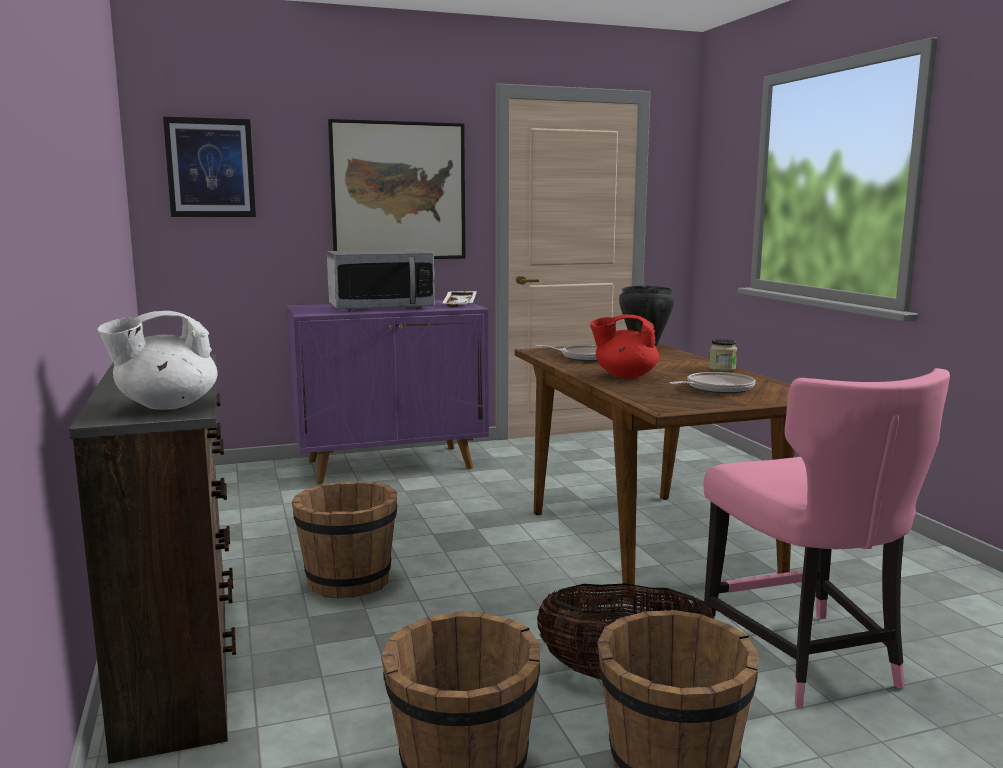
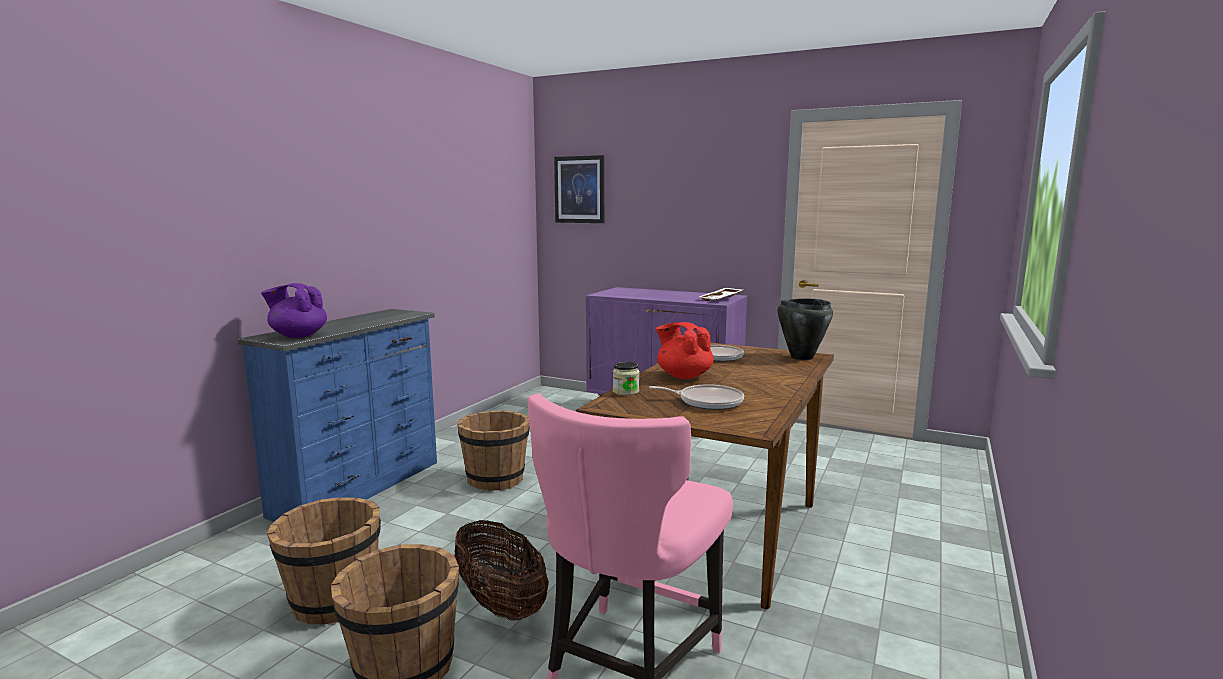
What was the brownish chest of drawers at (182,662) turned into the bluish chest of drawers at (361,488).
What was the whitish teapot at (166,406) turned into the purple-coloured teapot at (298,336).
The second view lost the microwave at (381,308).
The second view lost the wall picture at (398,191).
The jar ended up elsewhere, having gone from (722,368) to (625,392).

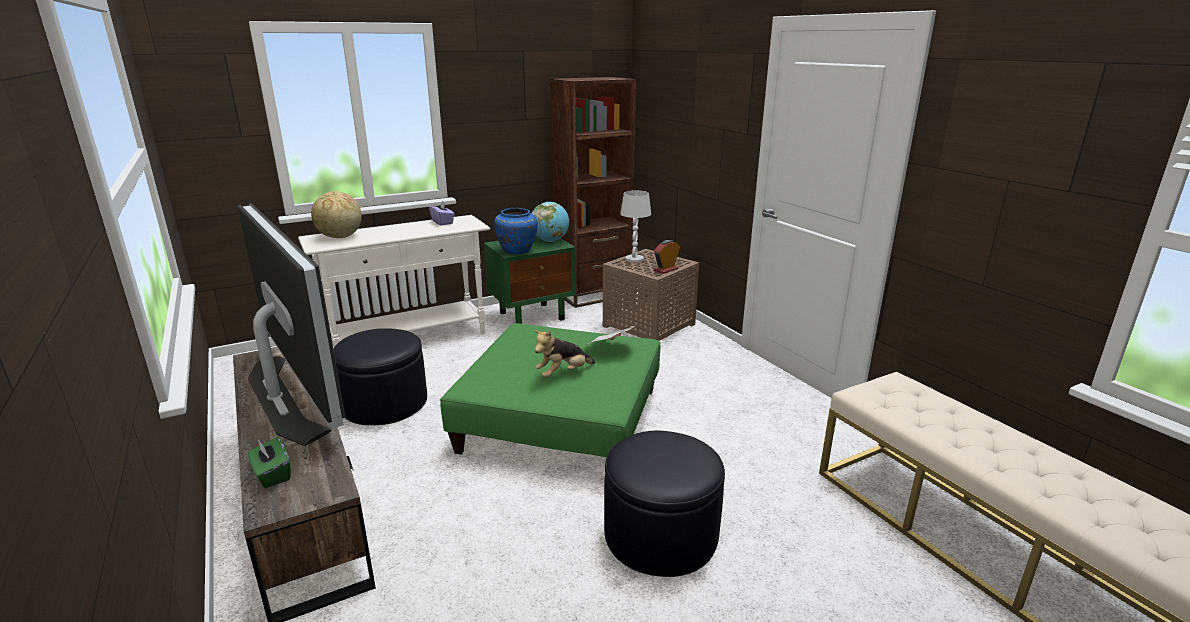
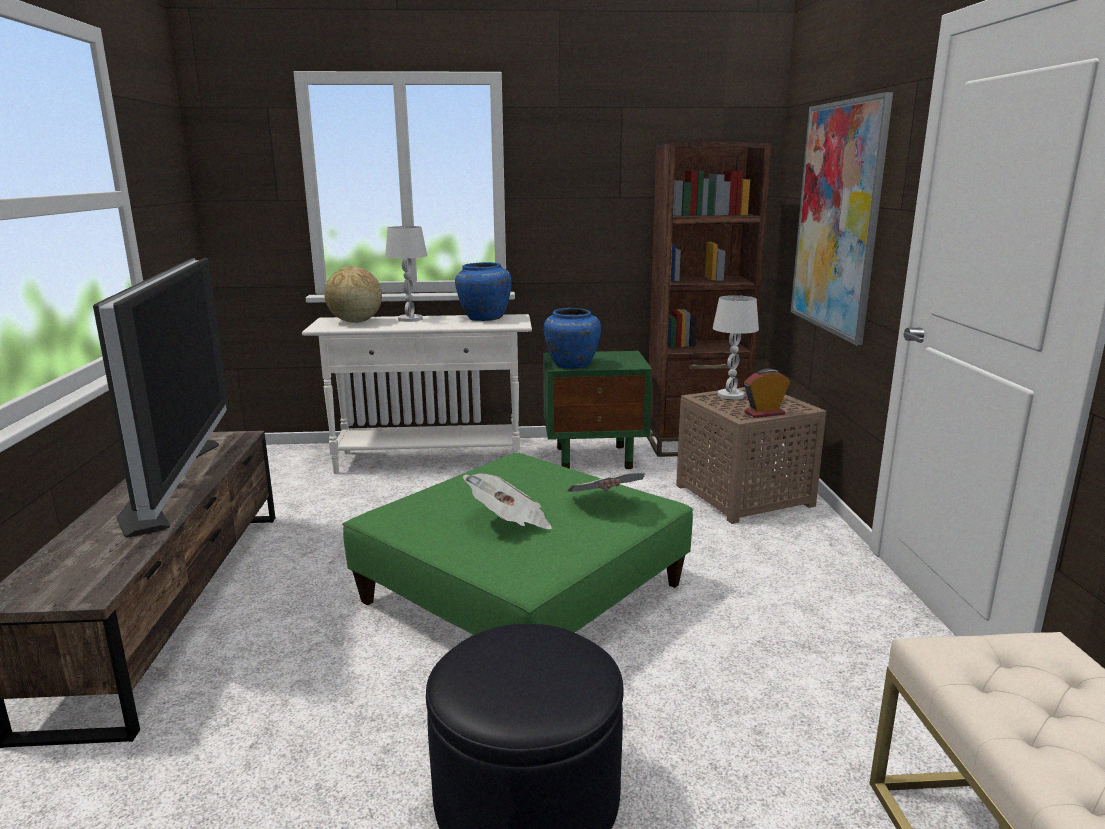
The second view lost the greenish box of tissues at (272,475).
The second view lost the black-coloured footrest at (384,403).
Where the purple-coloured box of tissues stood at (443,222), the bluish decorative vase came to stand at (483,318).
The second view lost the globe at (550,241).
Where the cuddly toy stood at (563,373), the printed paper came to stand at (509,522).
The second view gained the whitish tabletop lamp at (410,319).
The second view gained the wall picture at (837,218).

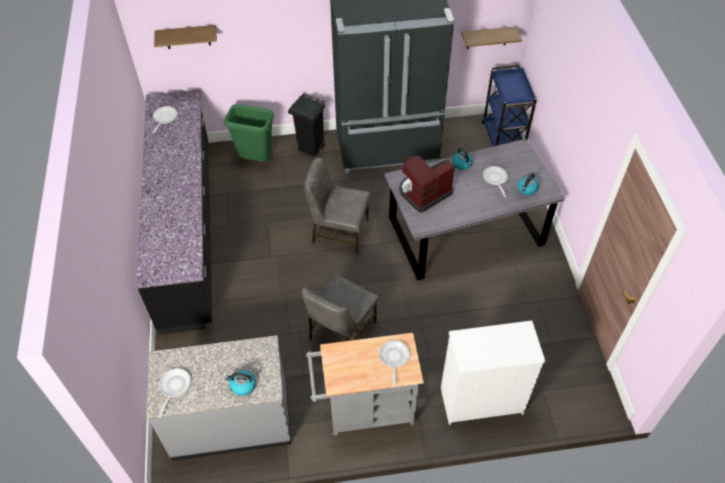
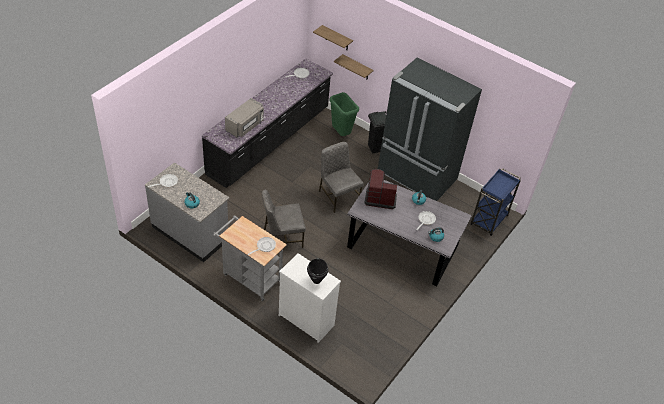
The shelf ended up elsewhere, having gone from (487,37) to (357,67).
The second view gained the greyish microwave at (245,126).
The second view gained the black-coloured stockpot at (316,280).

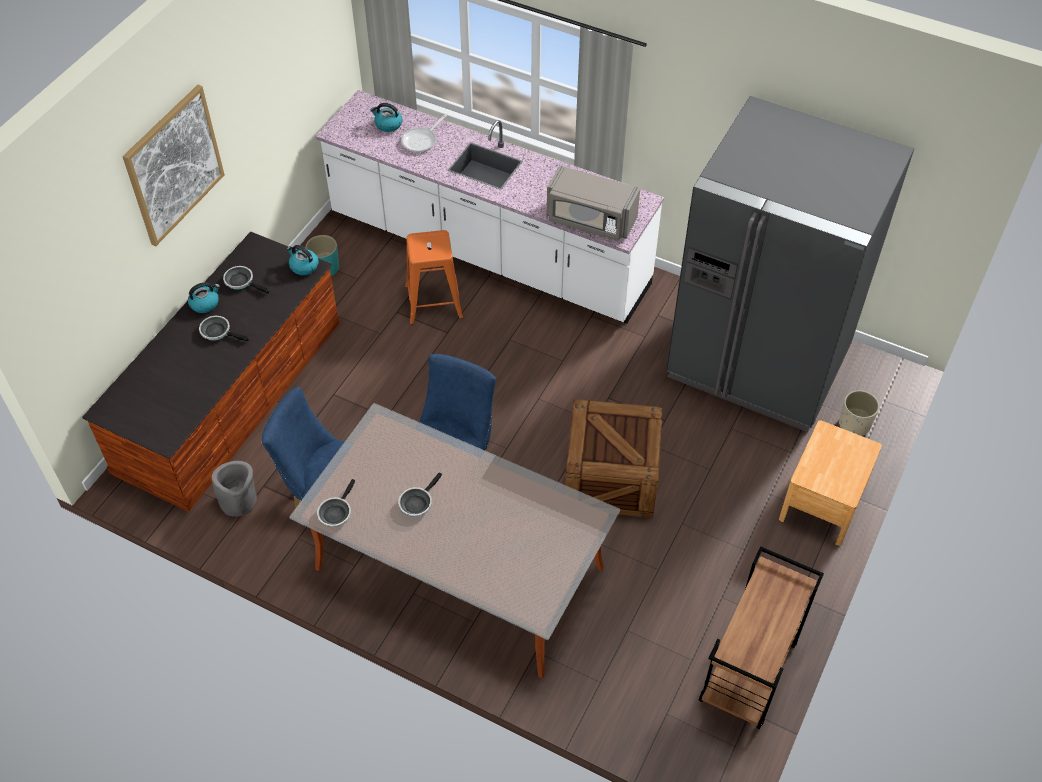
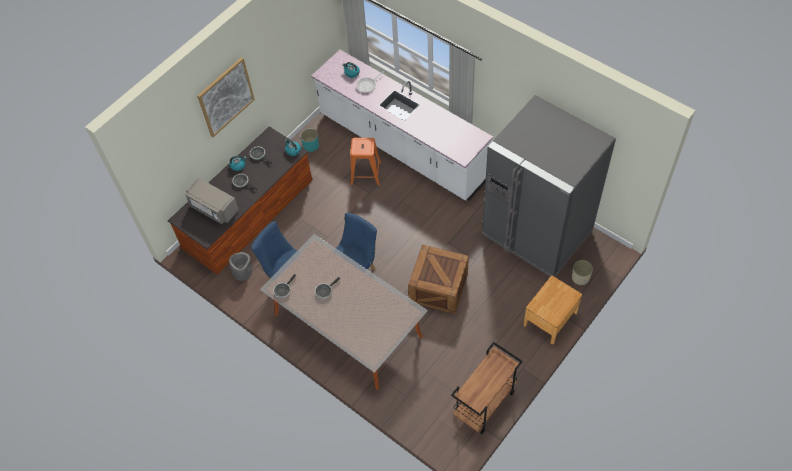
The greyish microwave ended up elsewhere, having gone from (590,220) to (214,208).

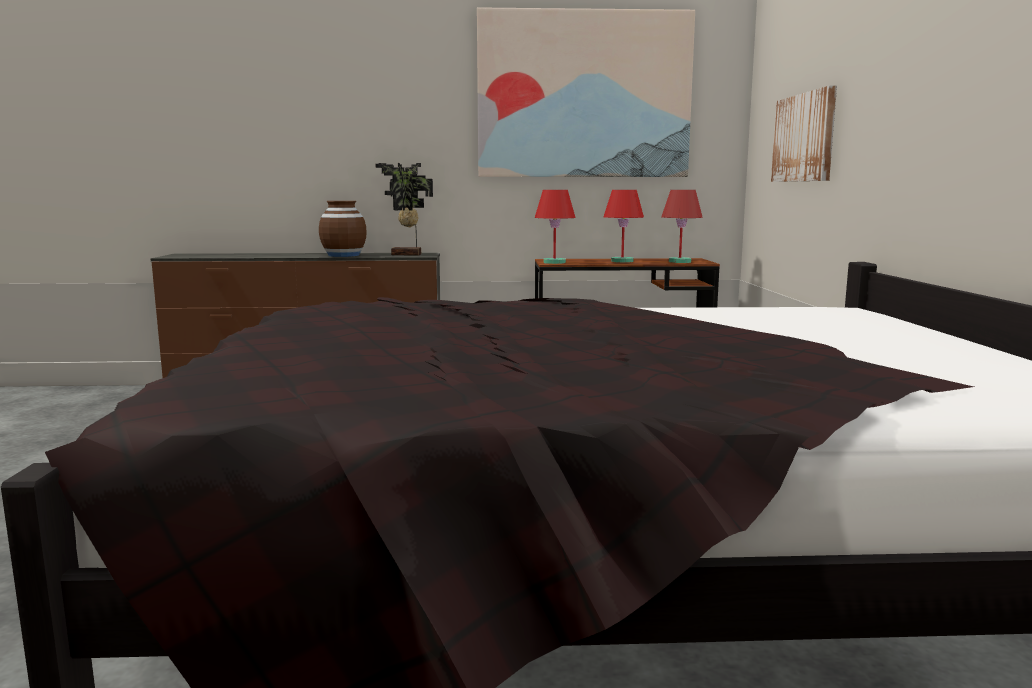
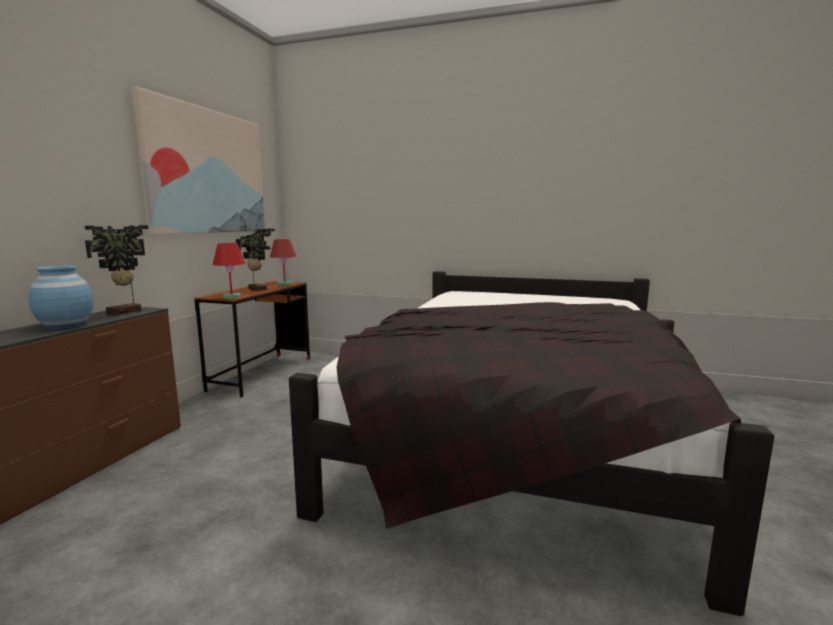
What was the brownish decorative vase at (344,255) turned into the bluish decorative vase at (66,325).
Where the red-coloured tabletop lamp stood at (622,261), the potted plant came to stand at (258,289).
The second view lost the wall picture at (804,138).

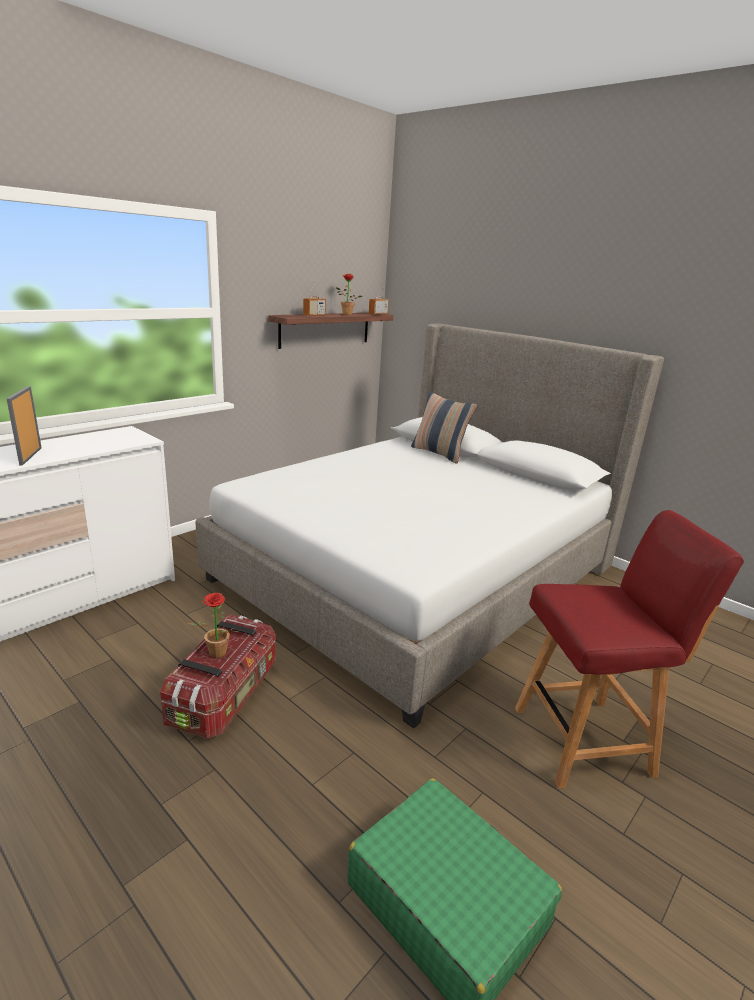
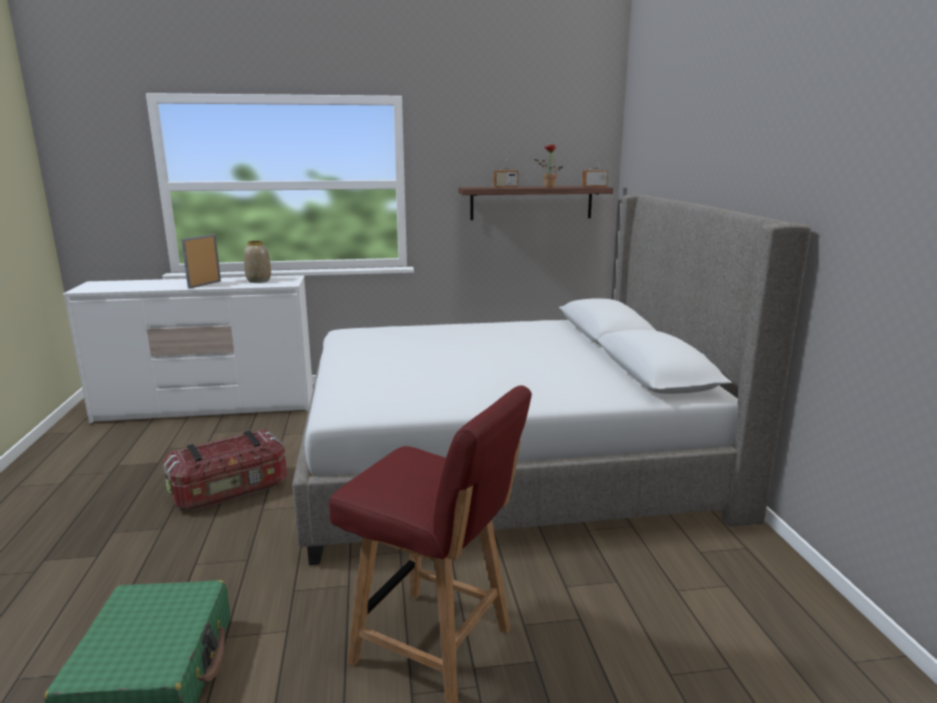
The second view lost the potted plant at (214,655).
The second view lost the throw pillow at (439,453).
The second view gained the decorative vase at (258,281).

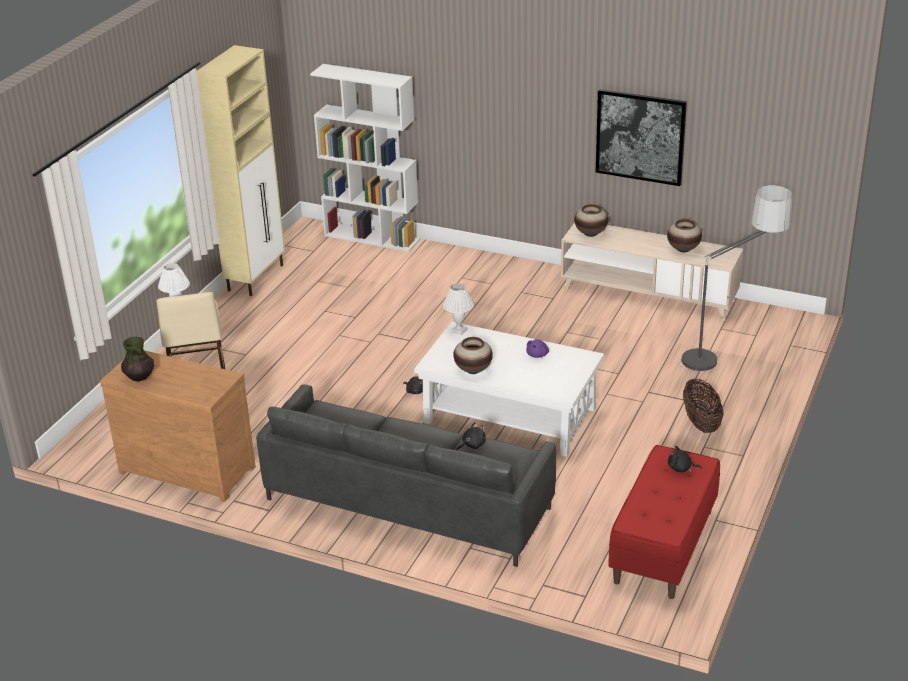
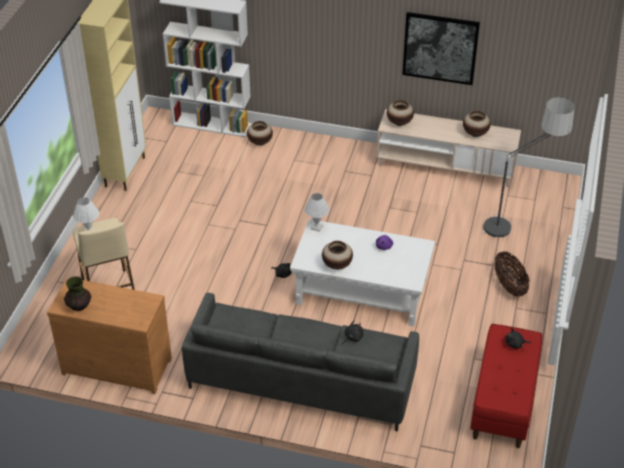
The second view gained the decorative vase at (260,142).

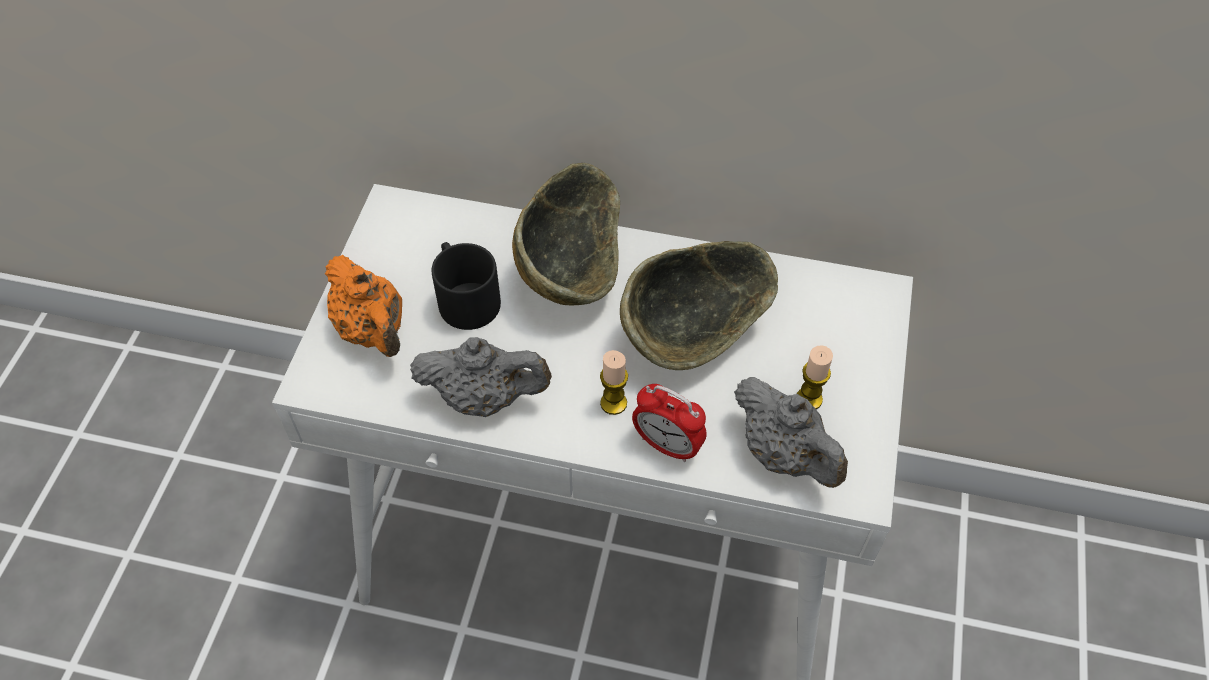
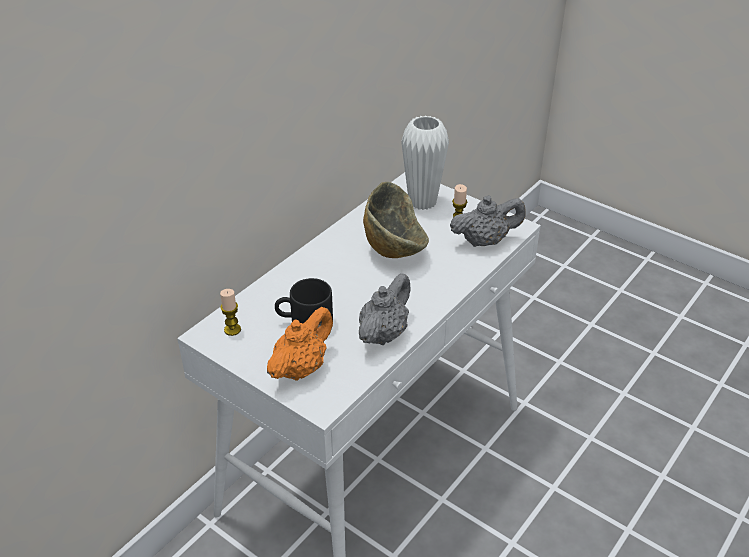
The orange-coloured teapot at (373,331) ended up facing another way, 45 degrees counterclockwise from before.
The second view lost the bowl at (571,273).
The wax light ended up elsewhere, having gone from (613,403) to (232,329).
The second view lost the table clock at (667,445).
The second view gained the whitish decorative vase at (422,202).

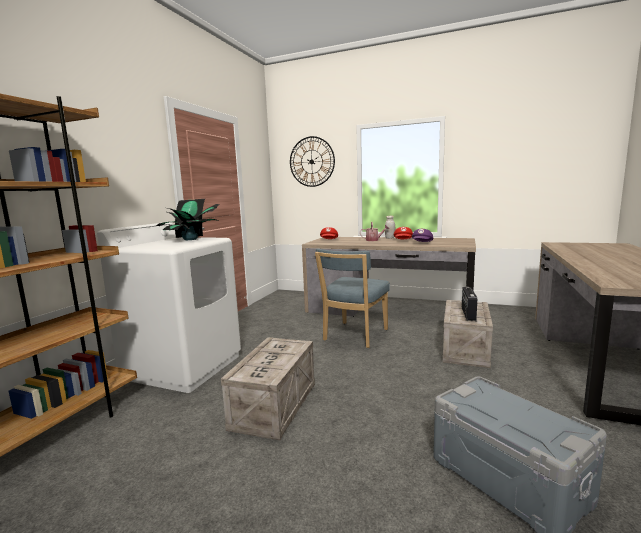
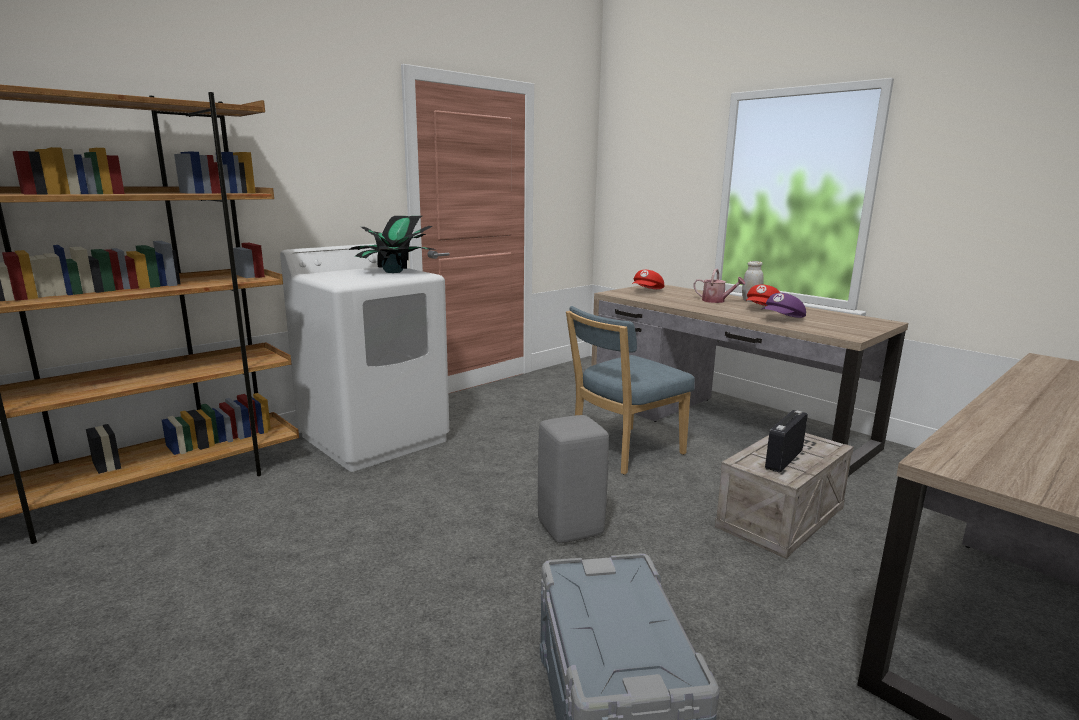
The second view lost the shipping crate at (274,404).
The second view lost the wall clock at (311,161).
The second view gained the greyish stool seat at (570,528).

